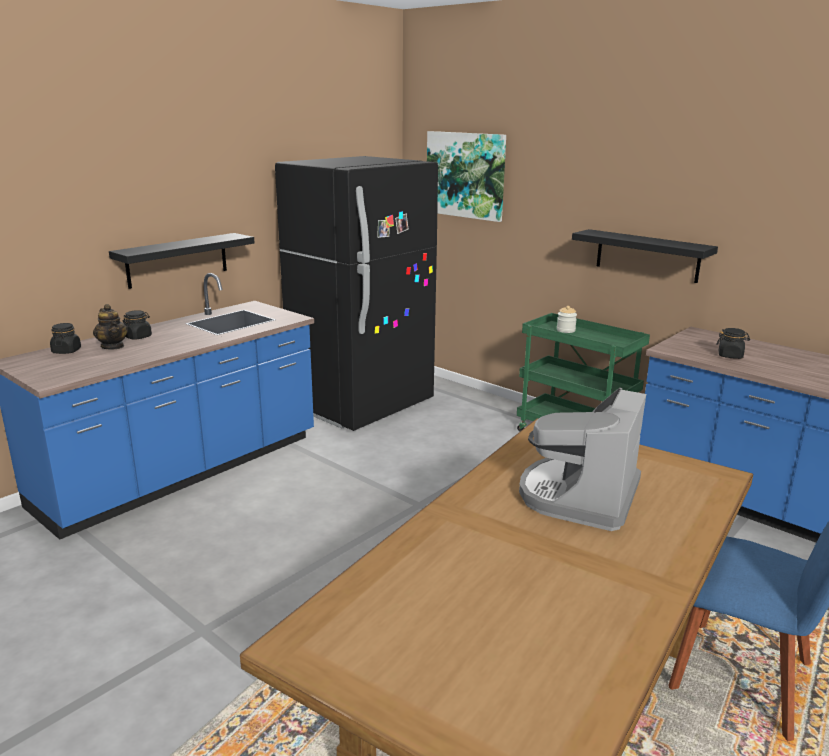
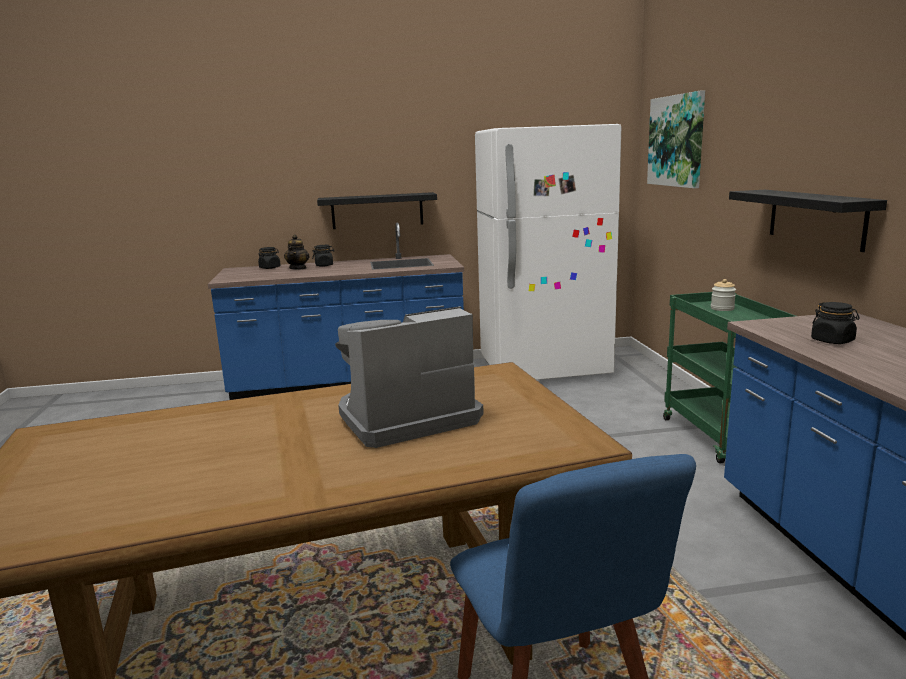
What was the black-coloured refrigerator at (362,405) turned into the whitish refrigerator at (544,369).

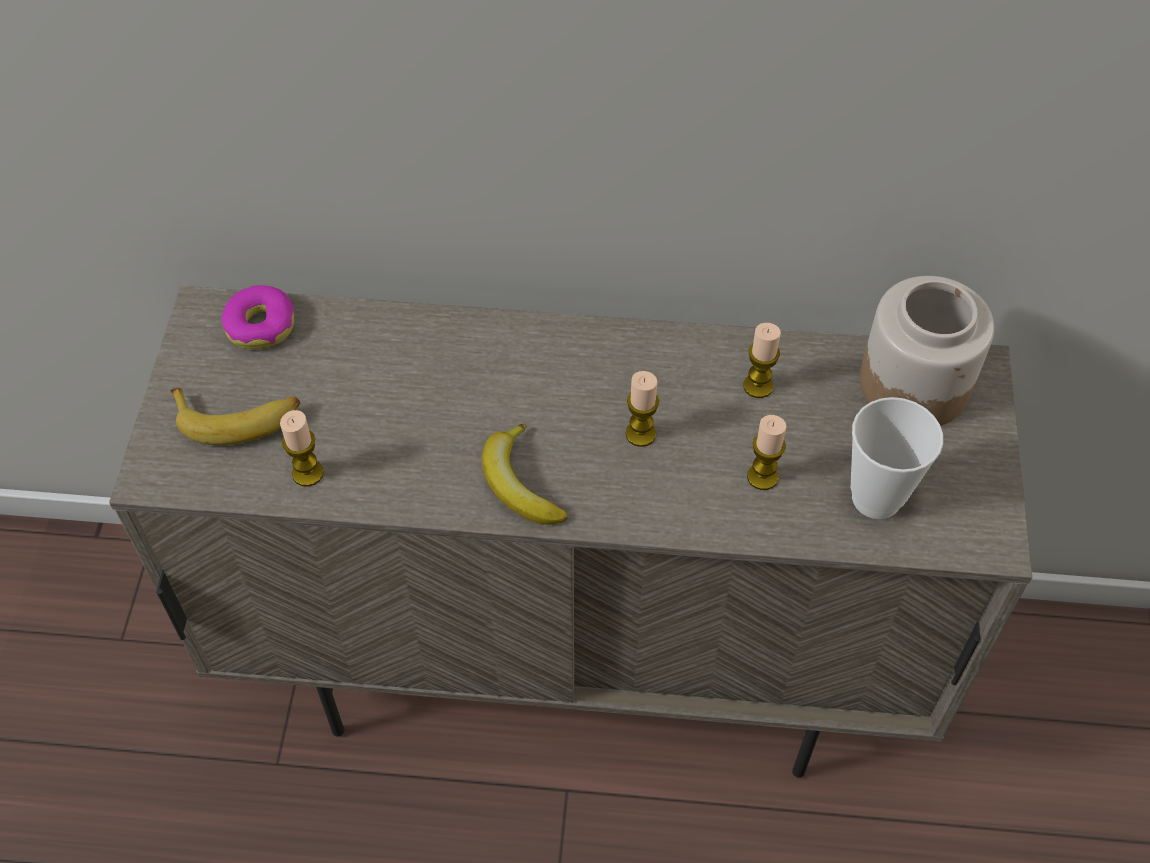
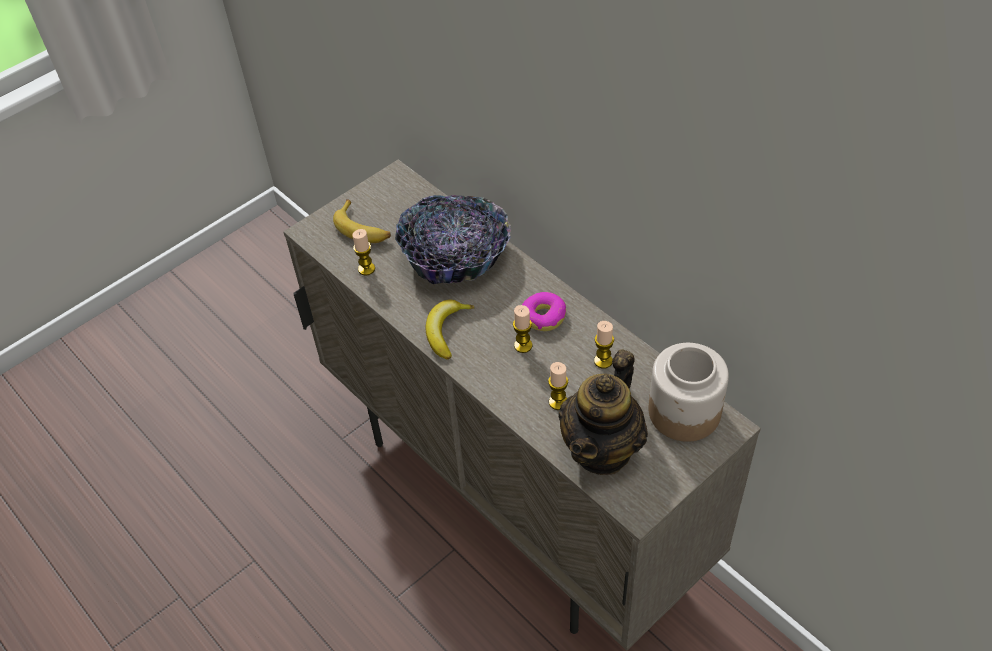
The ring doughnut ended up elsewhere, having gone from (261,325) to (544,316).
Where the small cup stood at (876,498), the teapot came to stand at (602,449).
The second view gained the bowl at (455,256).

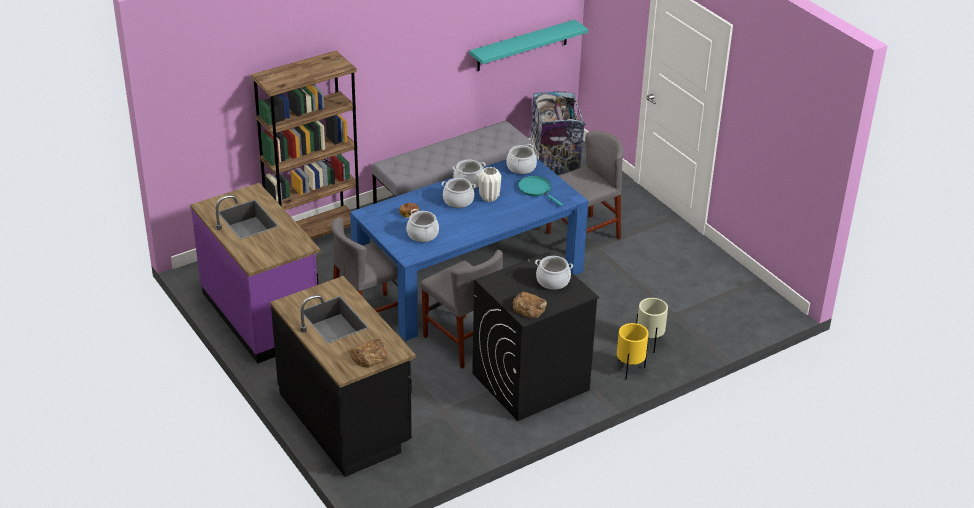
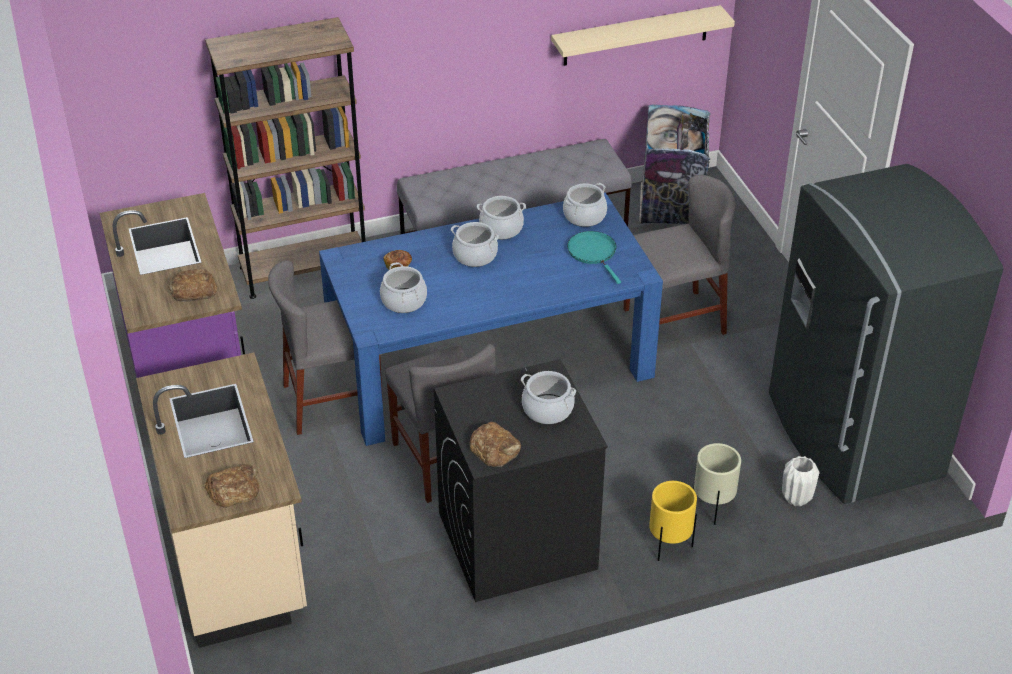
What was the black-coloured kitchen counter at (346,419) turned into the beige-coloured kitchen counter at (236,556).
What was the turquoise shelf at (522,46) turned into the beige-coloured shelf at (636,36).
The whitish decorative vase ended up elsewhere, having gone from (489,198) to (796,498).
The second view gained the bread at (193,290).
The second view gained the greyish refrigerator at (850,437).

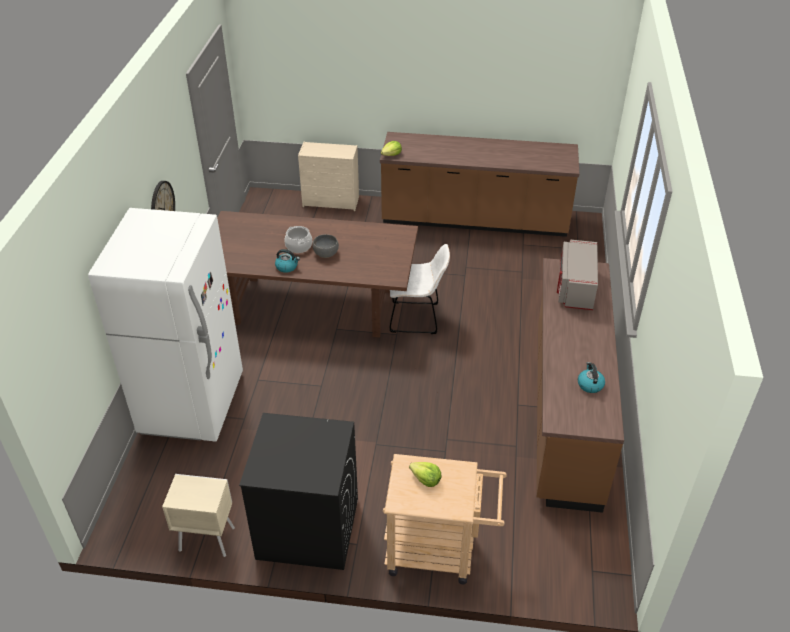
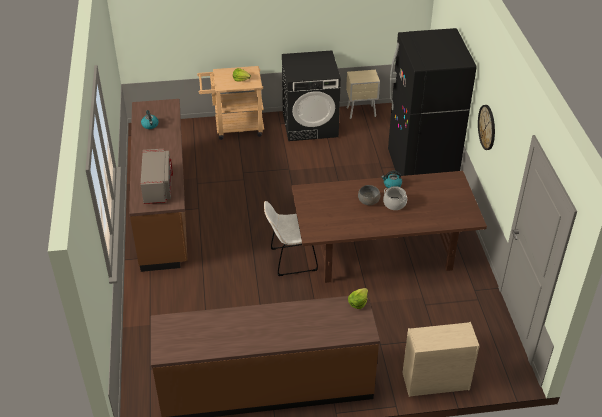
What was the whitish refrigerator at (192,404) turned into the black-coloured refrigerator at (421,170).

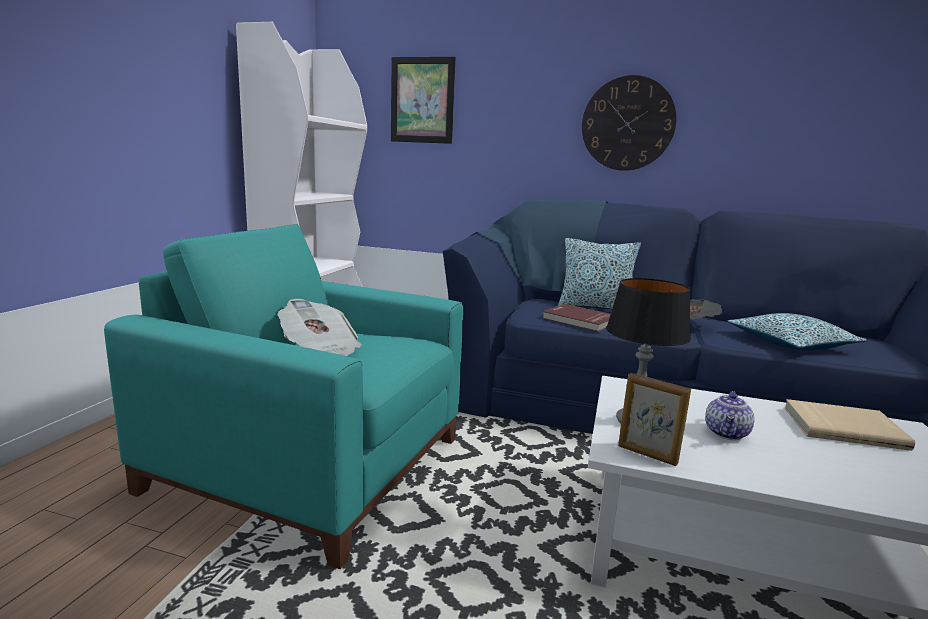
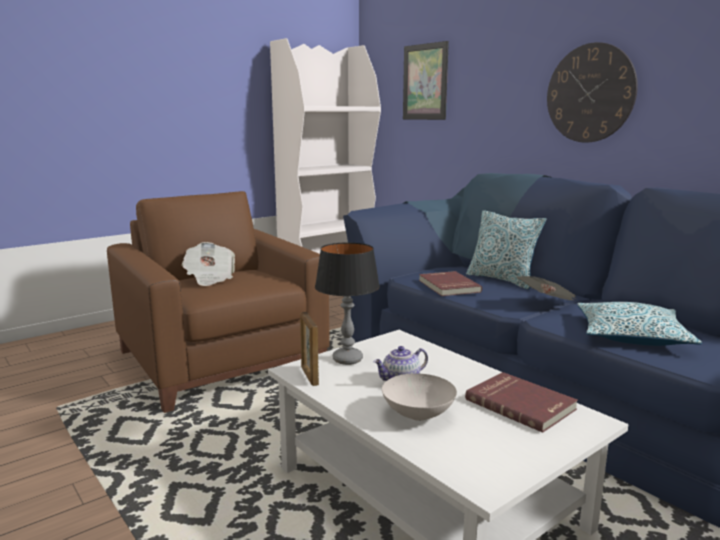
What was the turquoise lounge chair at (314,464) turned into the brownish lounge chair at (222,360).
What was the beige-coloured book at (842,427) turned into the red-coloured book at (521,404).
The second view gained the whitish bowl at (419,414).

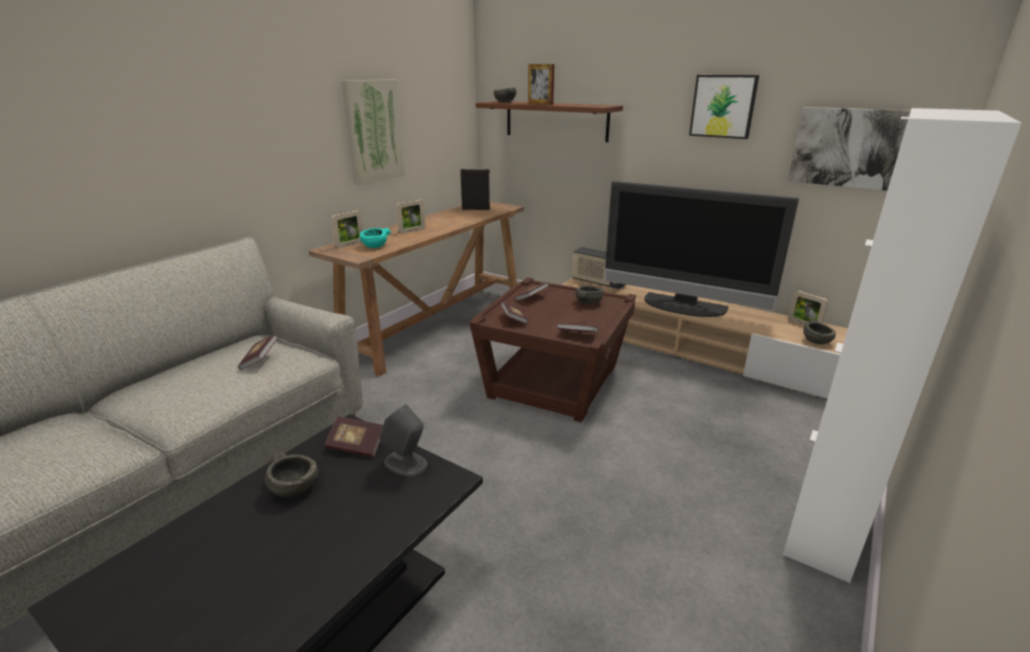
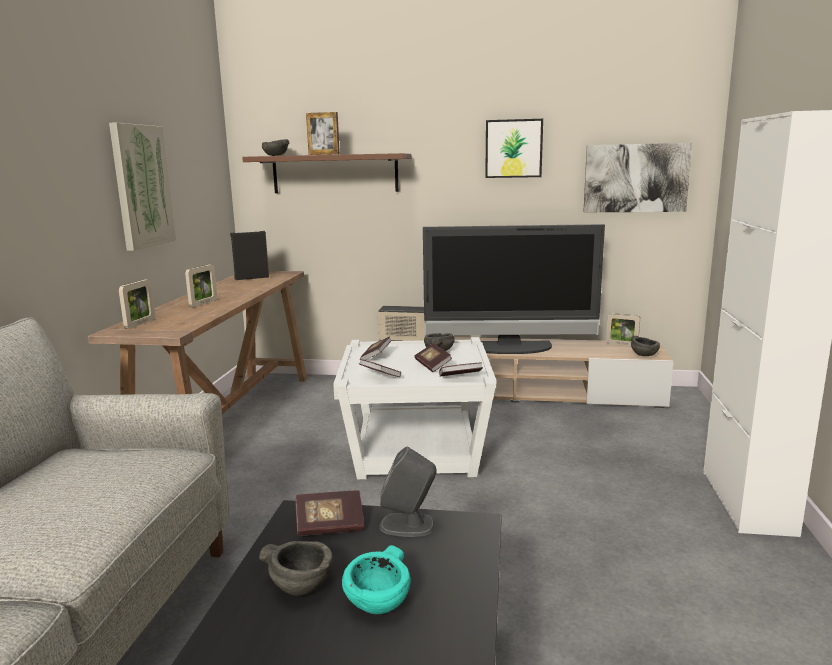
The book ended up elsewhere, having gone from (260,360) to (432,365).
The turquoise bowl ended up elsewhere, having gone from (375,246) to (379,602).
What was the brownish side table at (555,382) turned into the whitish side table at (418,447).

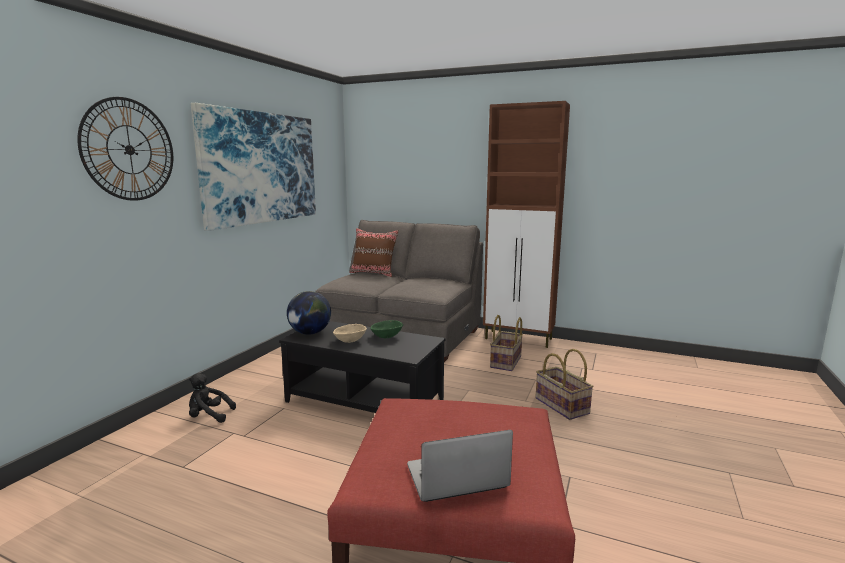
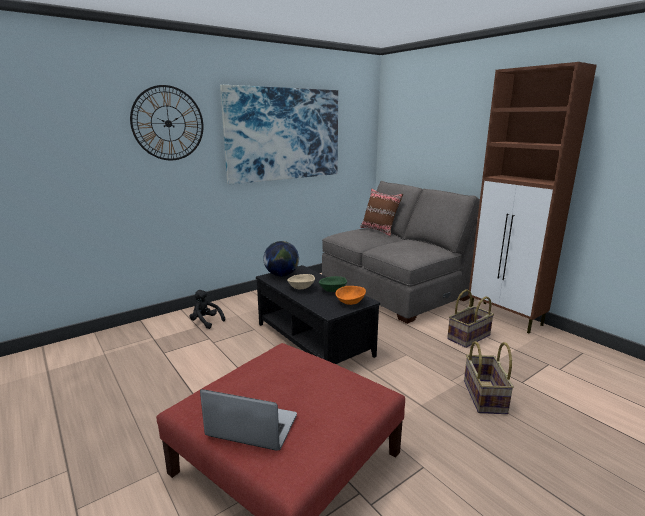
The second view gained the orange-coloured bowl at (350,303).

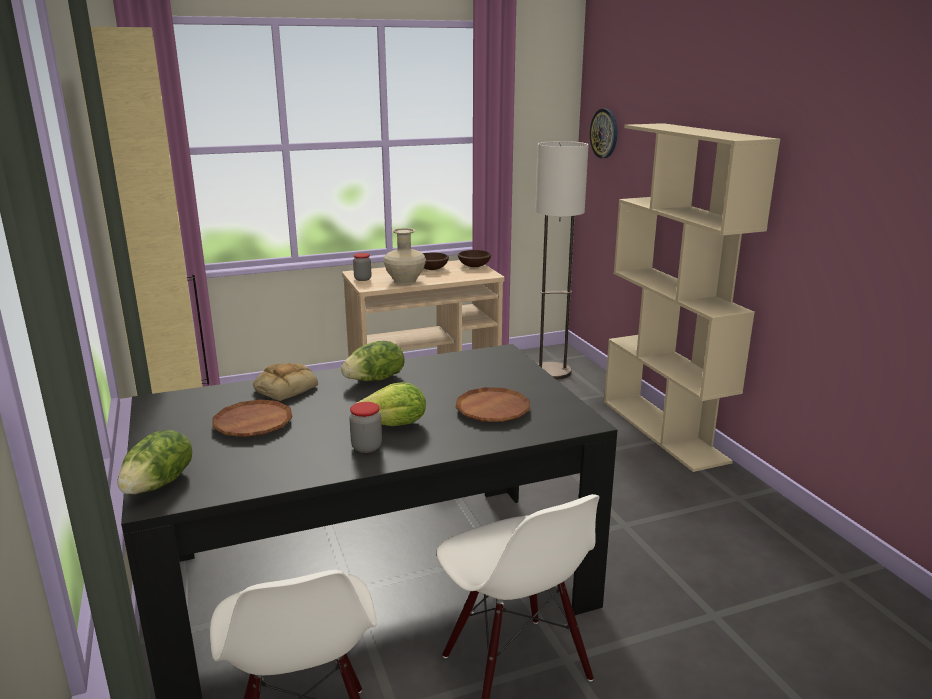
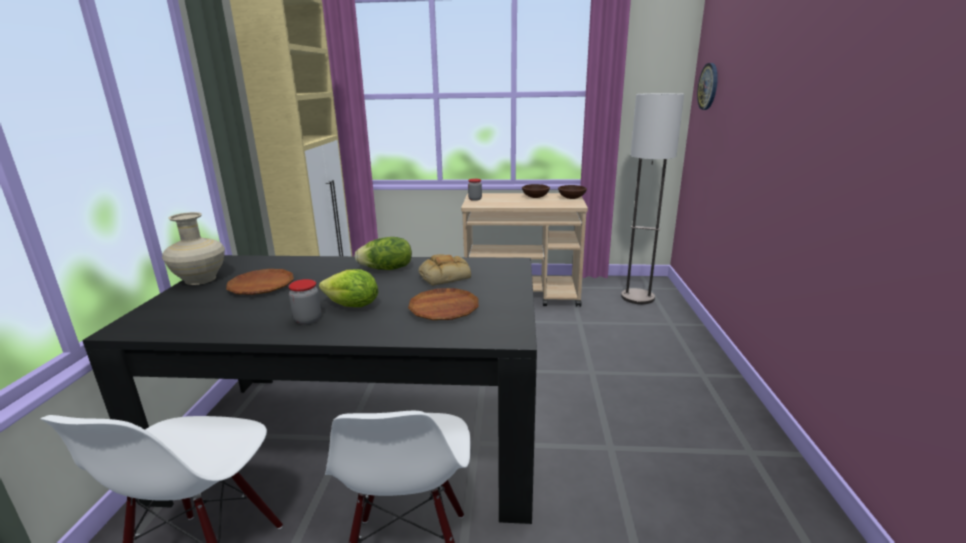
The second view lost the head of lettuce at (160,484).
The bread ended up elsewhere, having gone from (286,388) to (445,276).
The beige-coloured decorative vase ended up elsewhere, having gone from (405,281) to (201,279).
The second view lost the beige-coloured bookshelf at (664,430).

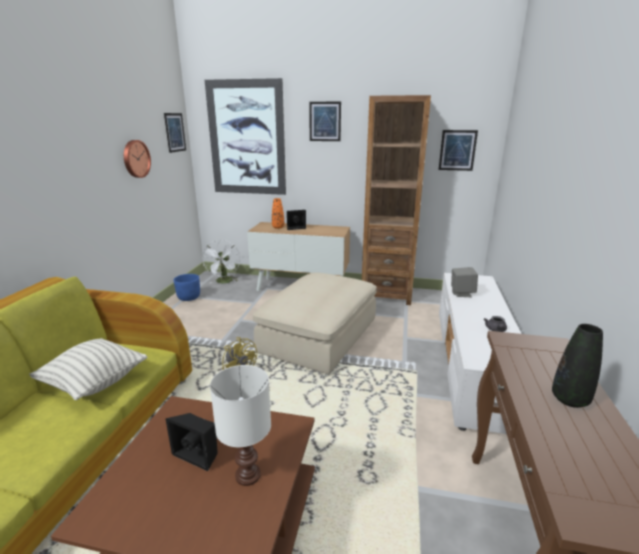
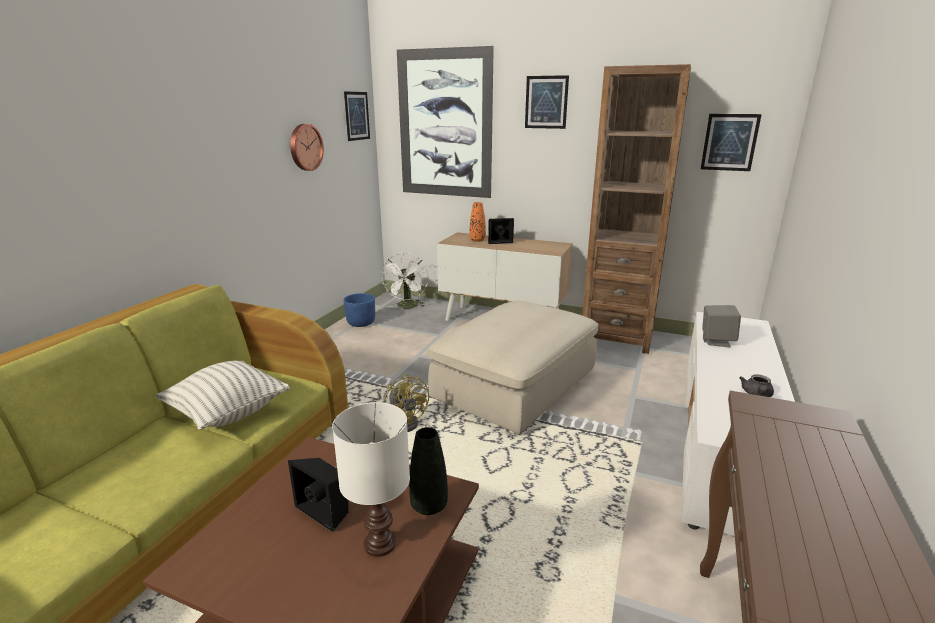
The black-coloured decorative vase ended up elsewhere, having gone from (569,399) to (429,506).

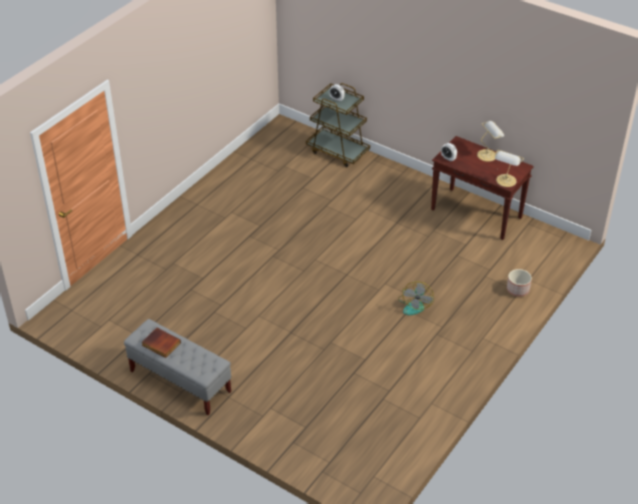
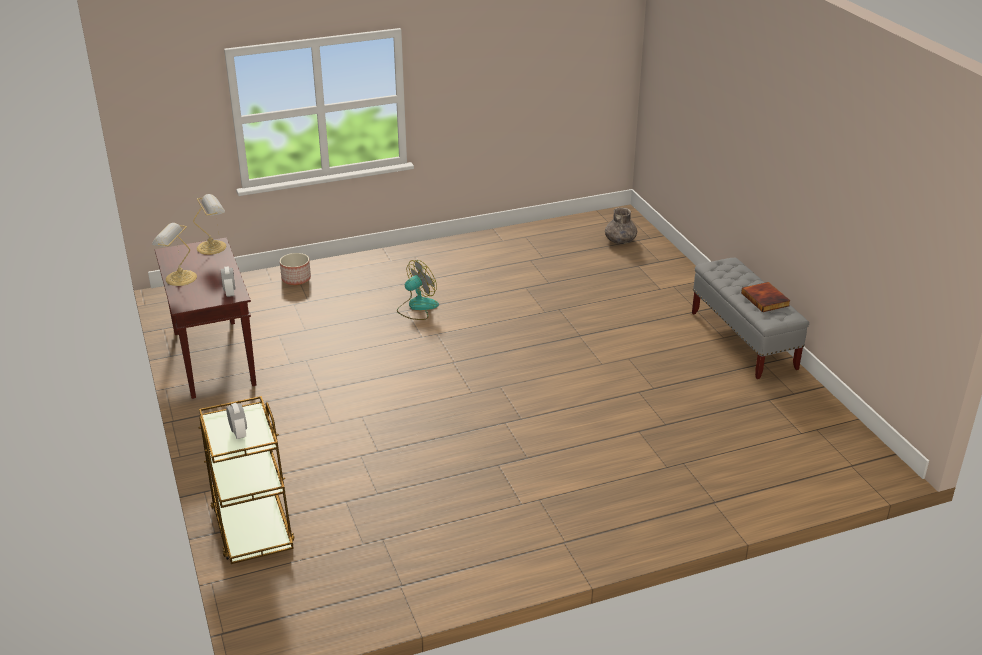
The second view gained the greyish decorative vase at (620,240).

